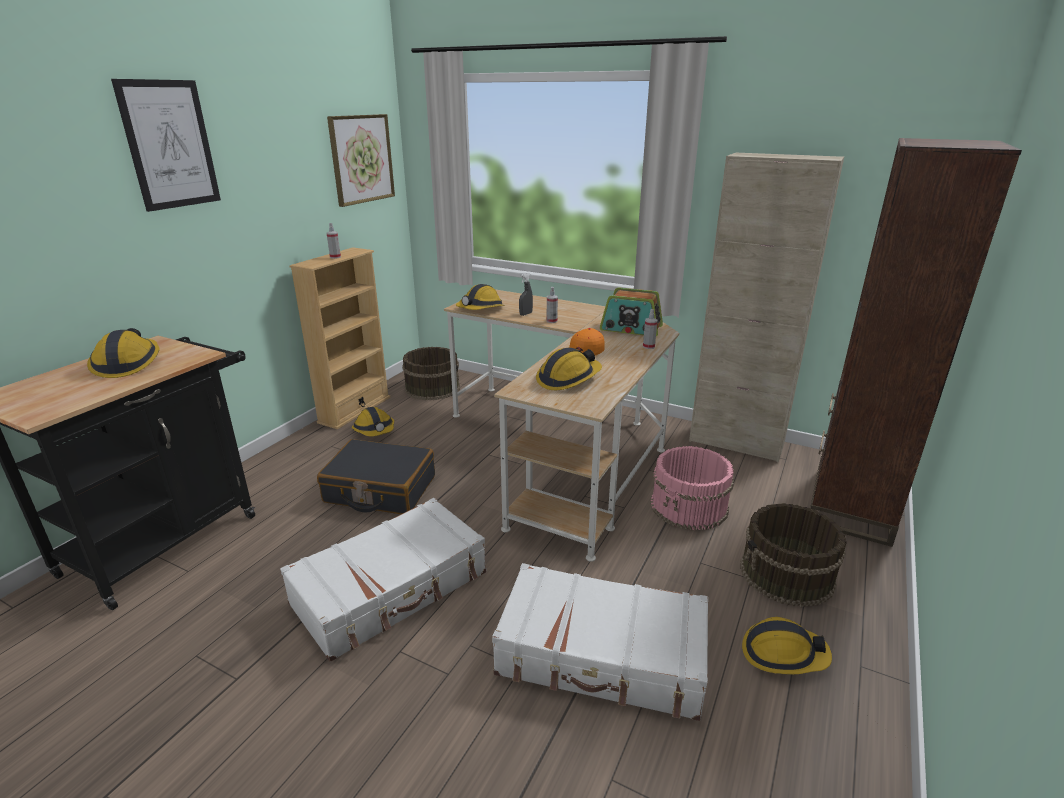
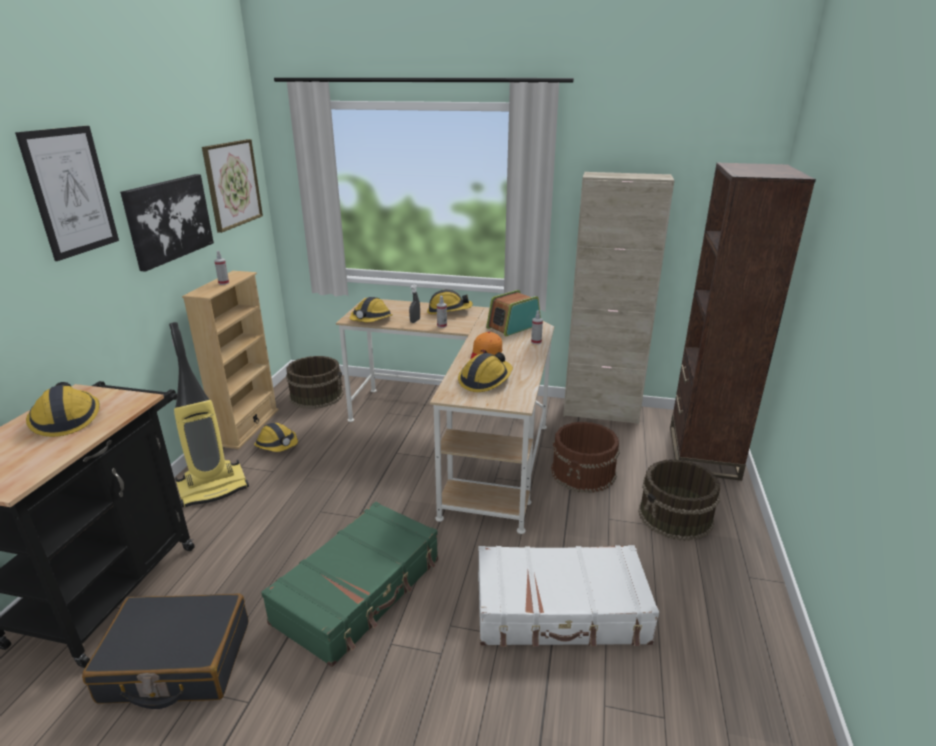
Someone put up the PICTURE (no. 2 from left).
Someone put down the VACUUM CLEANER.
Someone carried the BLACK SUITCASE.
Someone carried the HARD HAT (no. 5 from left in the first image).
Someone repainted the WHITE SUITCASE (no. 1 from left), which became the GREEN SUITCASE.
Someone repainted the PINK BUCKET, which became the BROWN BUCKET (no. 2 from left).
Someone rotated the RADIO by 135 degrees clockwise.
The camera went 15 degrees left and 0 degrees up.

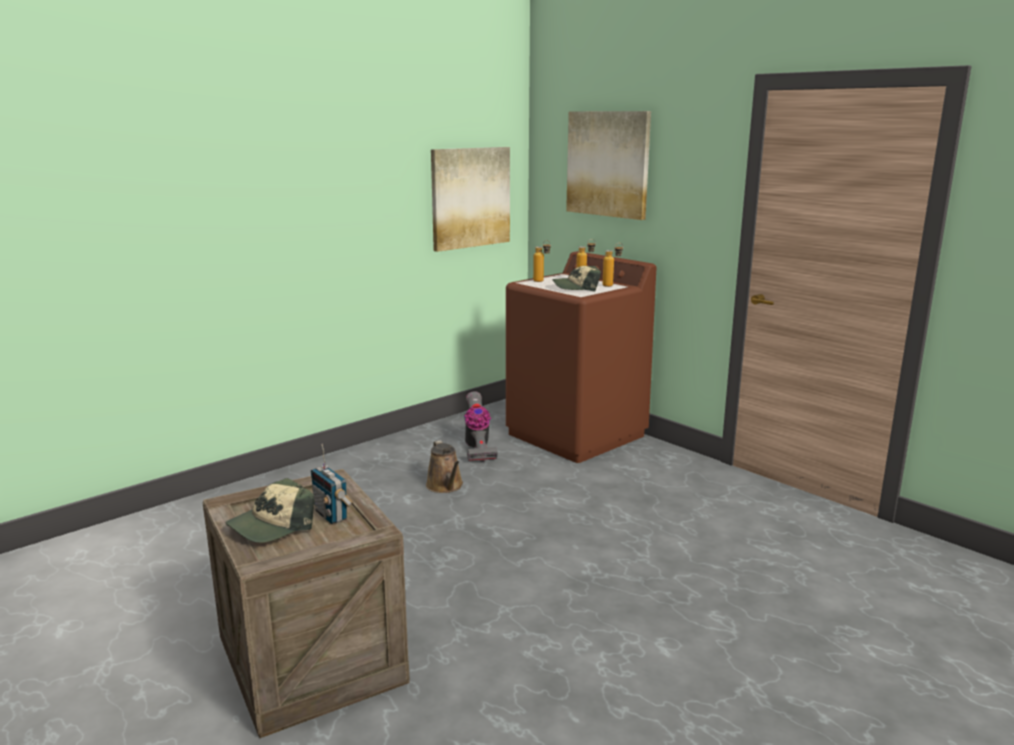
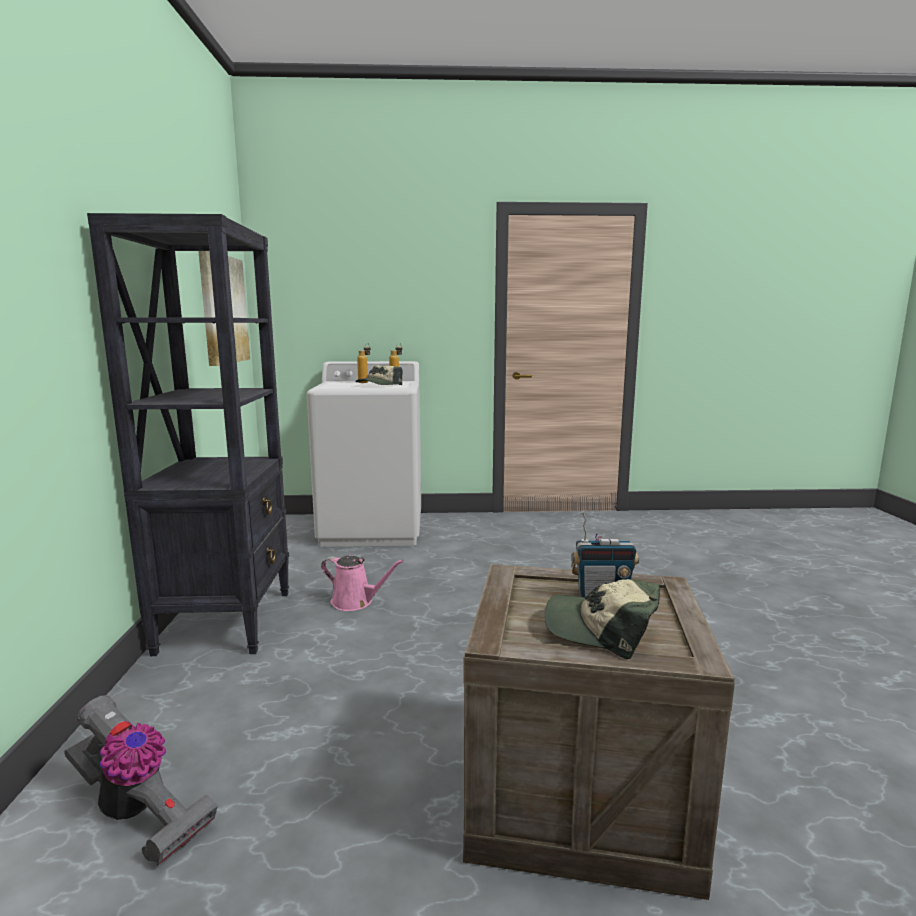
Someone took away the BOTTLE (no. 1 from left).
Someone took away the PICTURE (no. 2 from left).
Someone put down the BLACK BOOKCASE.
Someone carried the VACUUM CLEANER.
Someone repainted the BROWN WATERING CAN, which became the PINK WATERING CAN.
Someone repainted the BROWN WASHING MACHINE, which became the WHITE WASHING MACHINE.
Someone rotated the CAP (no. 1 from left in the first image) by 120 degrees clockwise.
The camera went 50 degrees left and 5 degrees down.

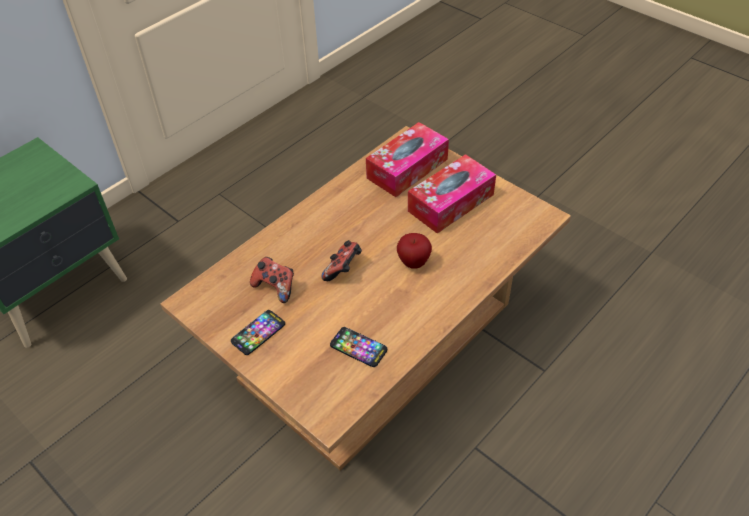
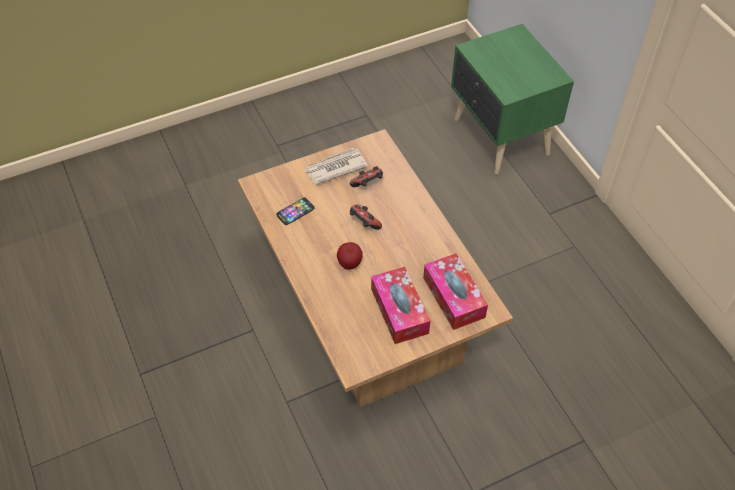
Someone swapped the PHONE (no. 1 from left) for the NEWSPAPER.
The camera went 110 degrees right and 5 degrees up.

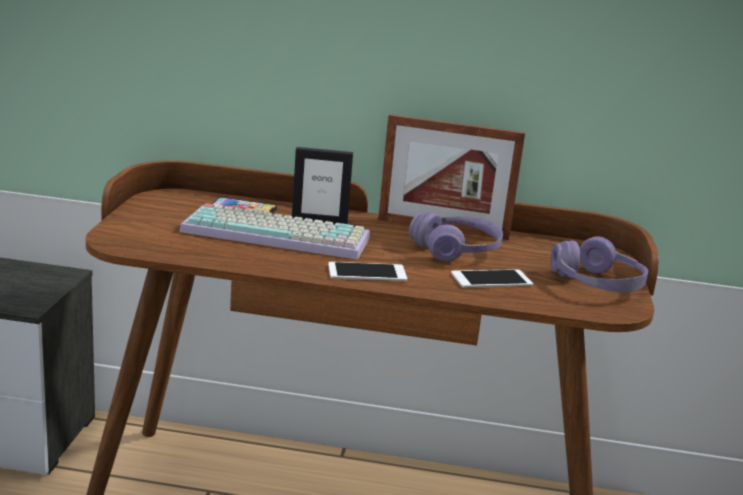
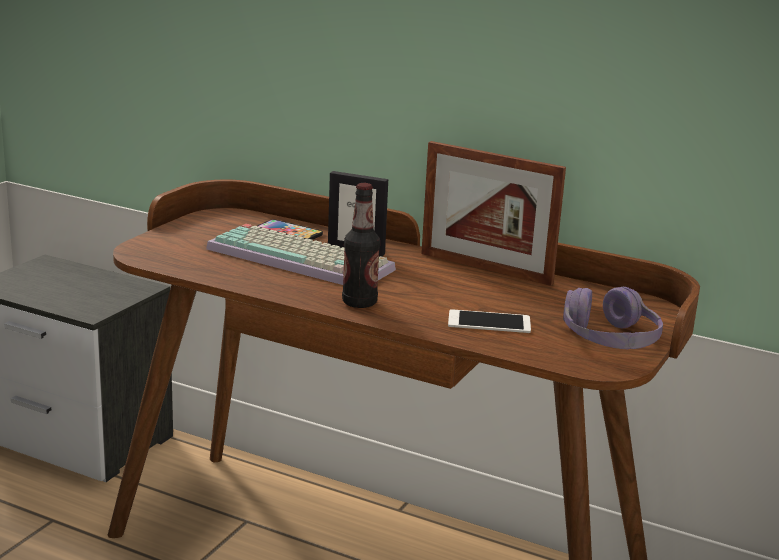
Someone took away the PURPLE HEADPHONES (no. 1 from left).
Someone swapped the PHONE (no. 2 from left) for the BOTTLE.
The camera went 20 degrees right and 0 degrees up.

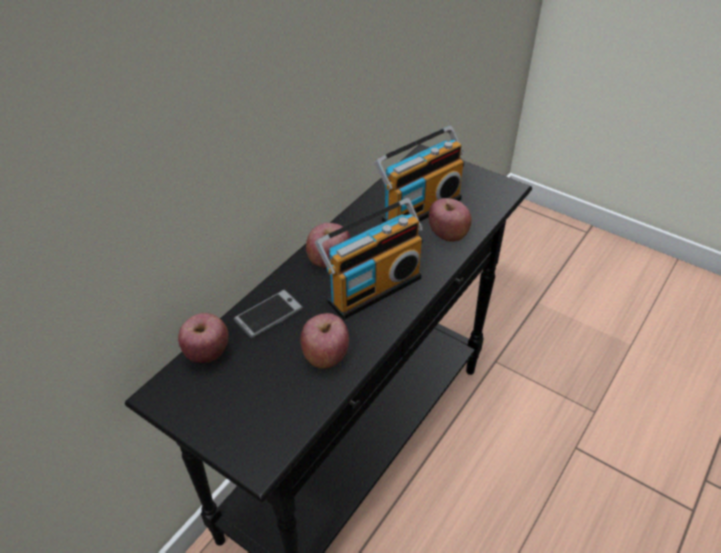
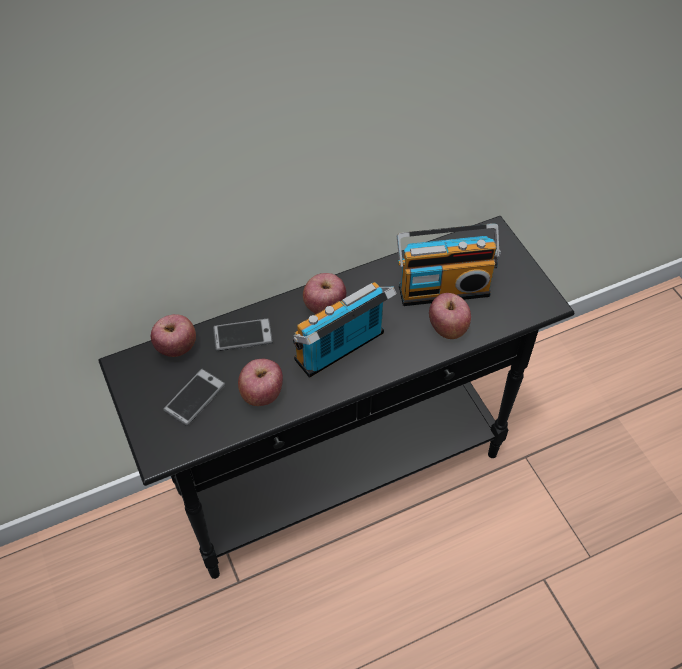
Someone put down the PHONE (no. 1 from left).
Someone rotated the RADIO (no. 1 from left) by 150 degrees clockwise.
The camera went 30 degrees right and 10 degrees up.

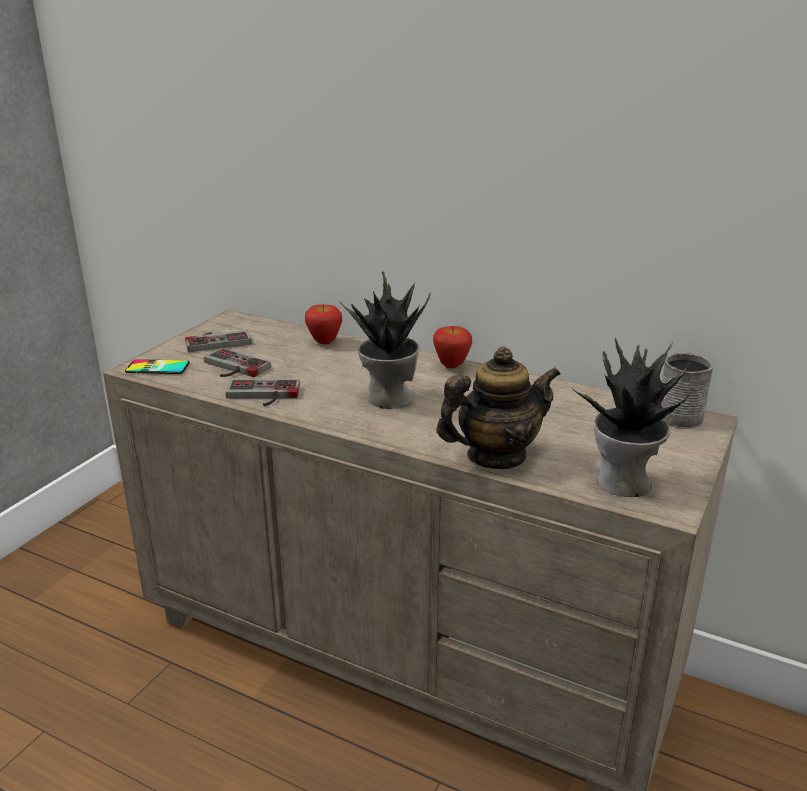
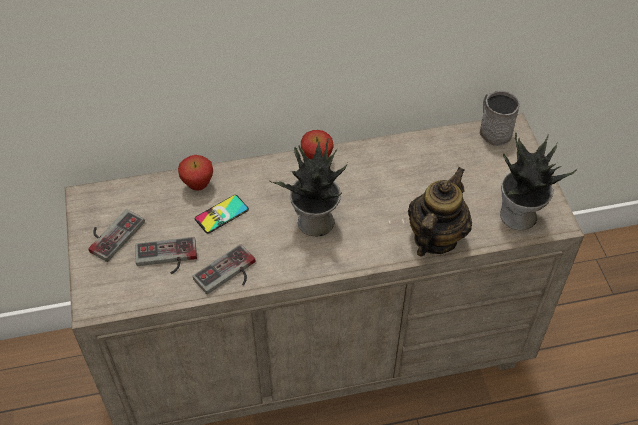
Someone carried the PHONE.
The camera went 40 degrees left and 25 degrees up.

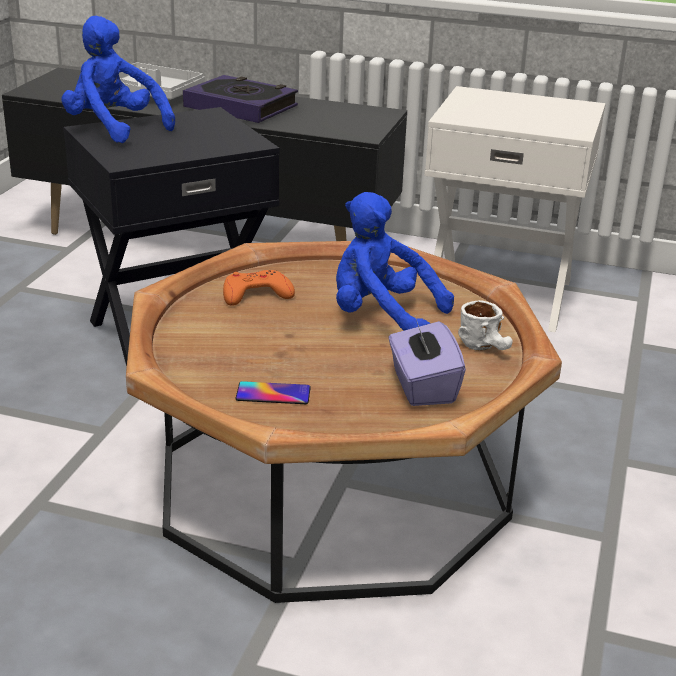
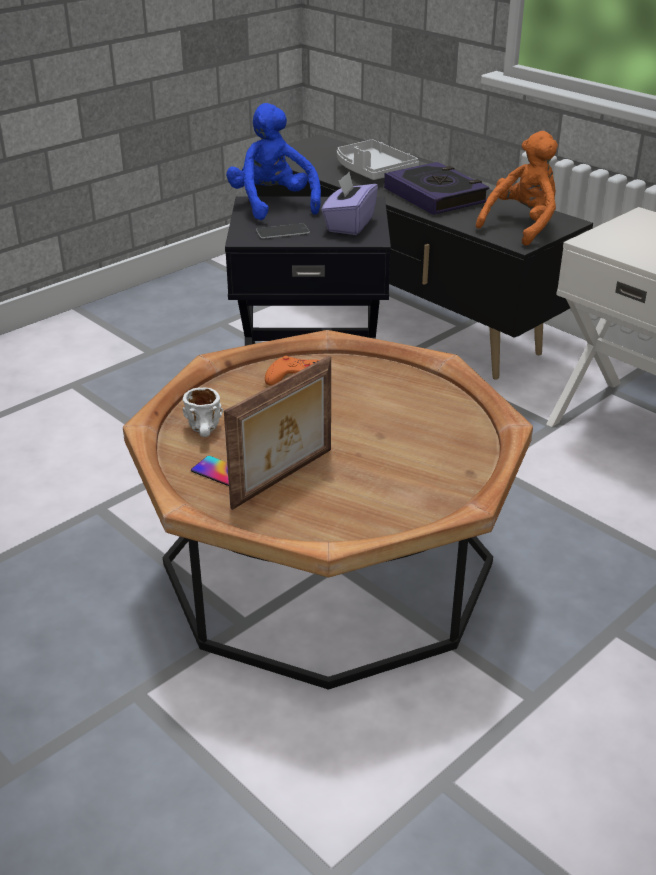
Someone took away the BLUE PLUSH TOY (no. 2 from left).
Someone put down the PICTURE FRAME.
Someone put down the PHONE (no. 2 from left).
Someone put down the ORANGE PLUSH TOY.
Someone carried the PURPLE TISSUE BOX.
Someone carried the WHITE MUG.
The camera went 30 degrees right and 5 degrees up.

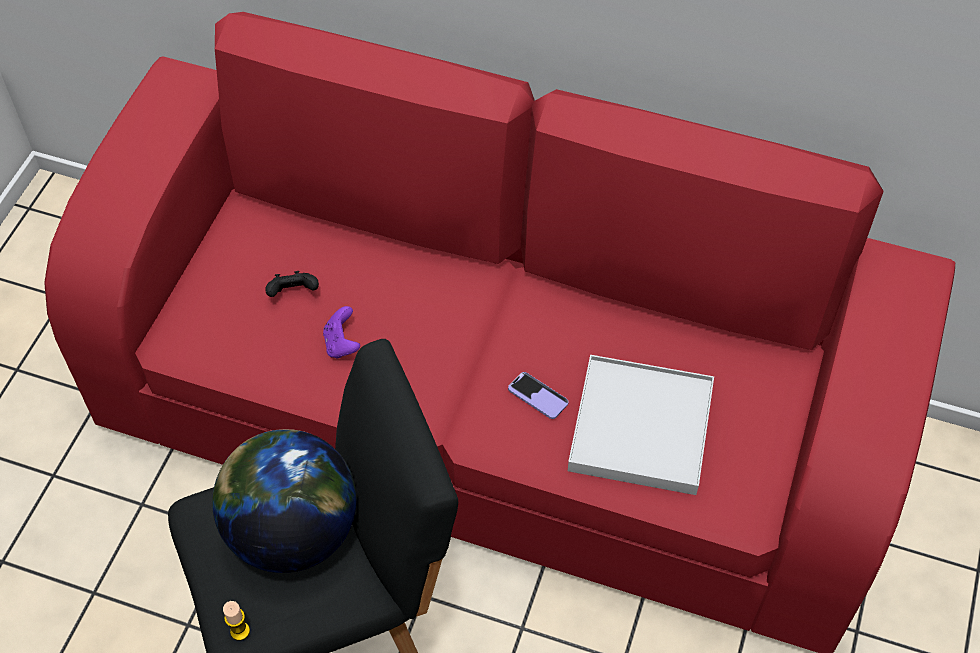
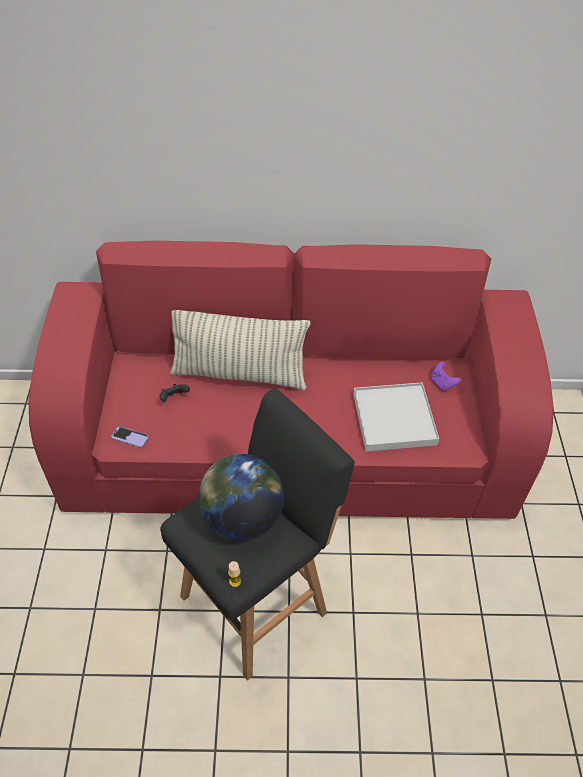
Someone put down the PILLOW.
Someone carried the PURPLE GAME CONTROLLER.
Someone carried the PHONE.
The camera went 20 degrees left and 5 degrees down.

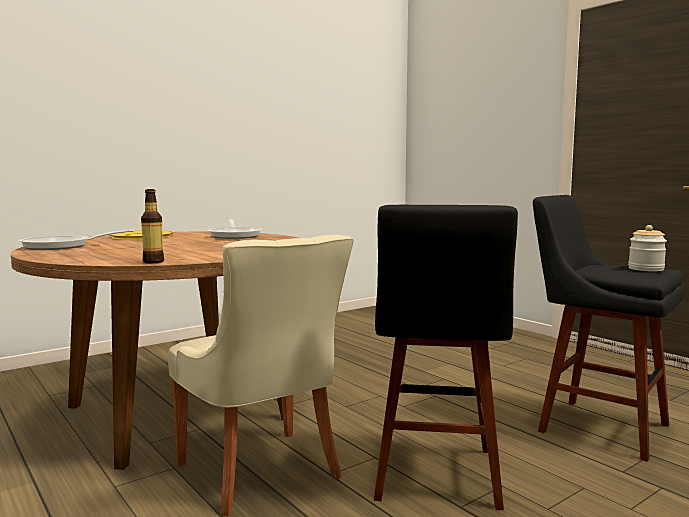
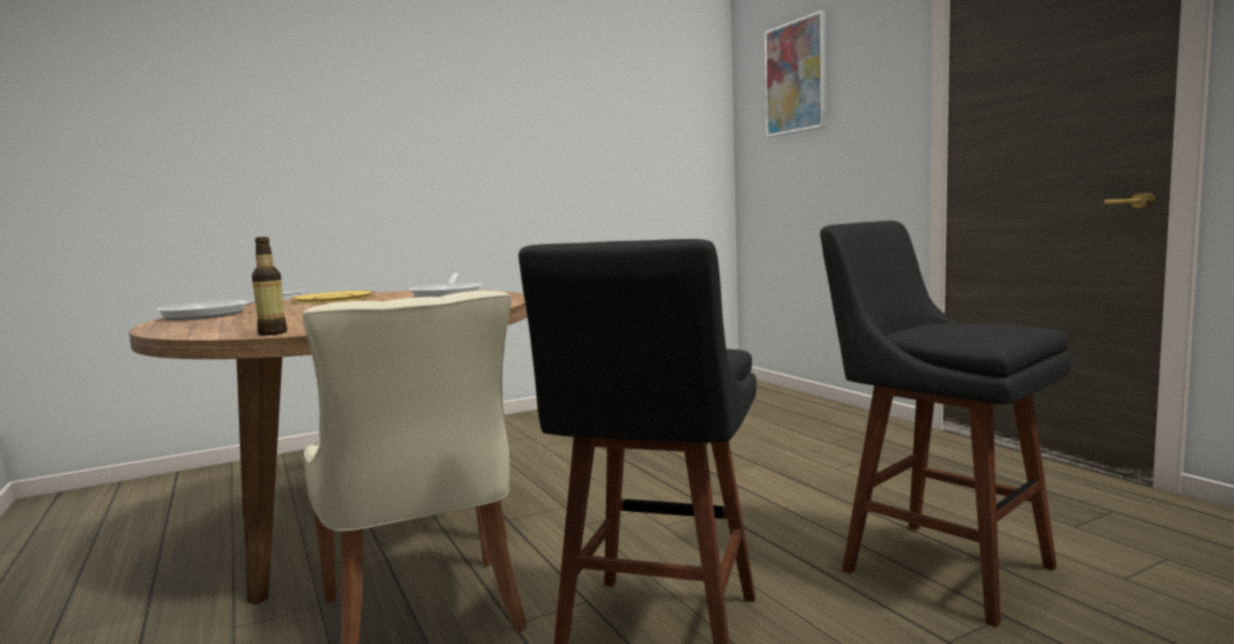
Someone took away the JAR.
Someone put up the PICTURE.
The camera went 10 degrees right and 0 degrees up.

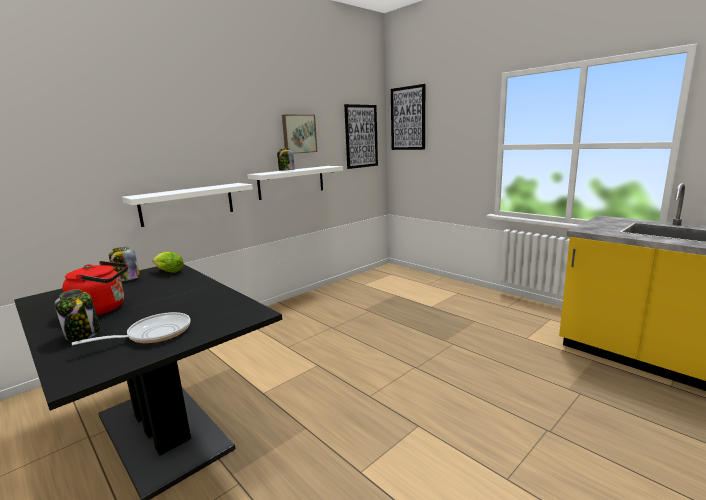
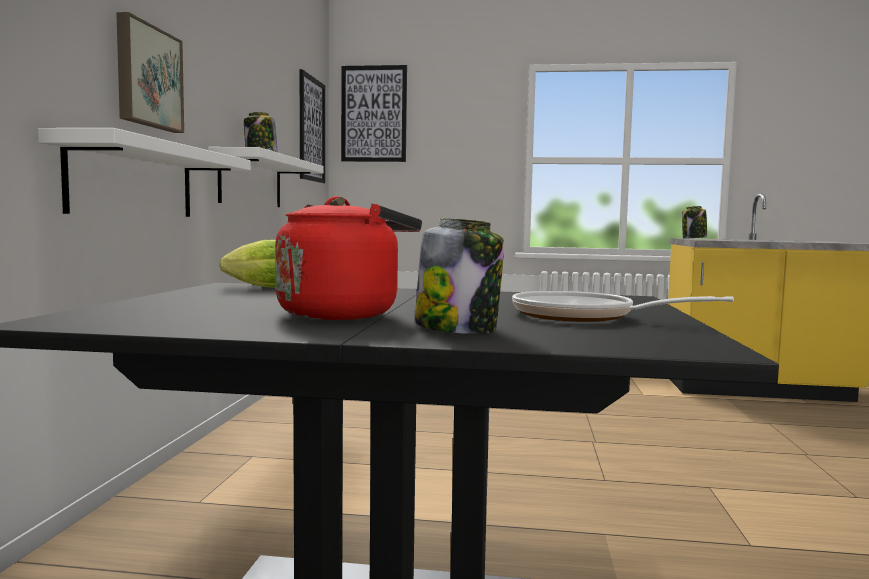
Someone carried the JAR (no. 2 from left in the first image).
Someone carried the PICTURE (no. 1 from left).
Someone rotated the FRYING PAN by 75 degrees counterclockwise.
The camera went 40 degrees left and 10 degrees down.

